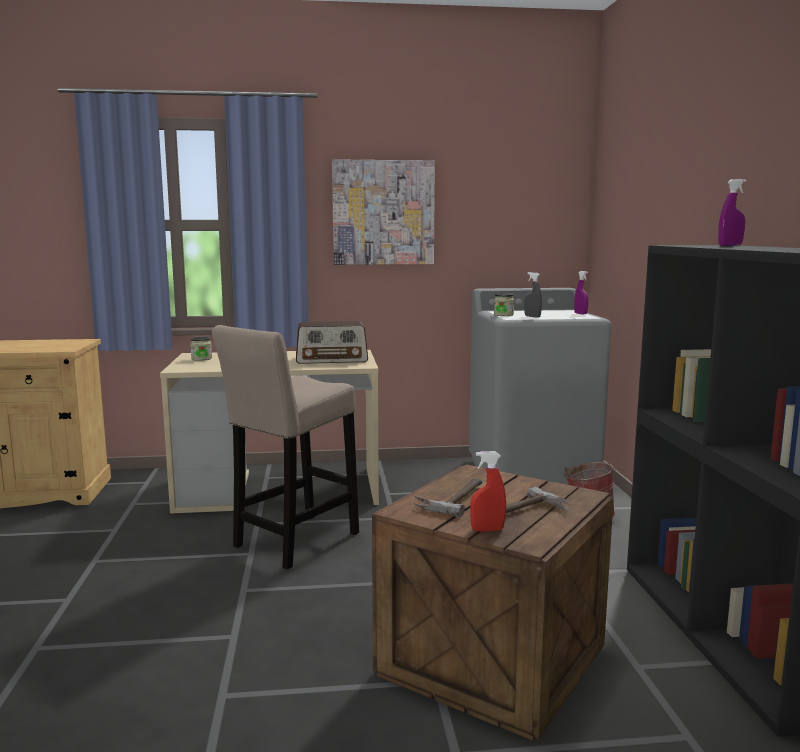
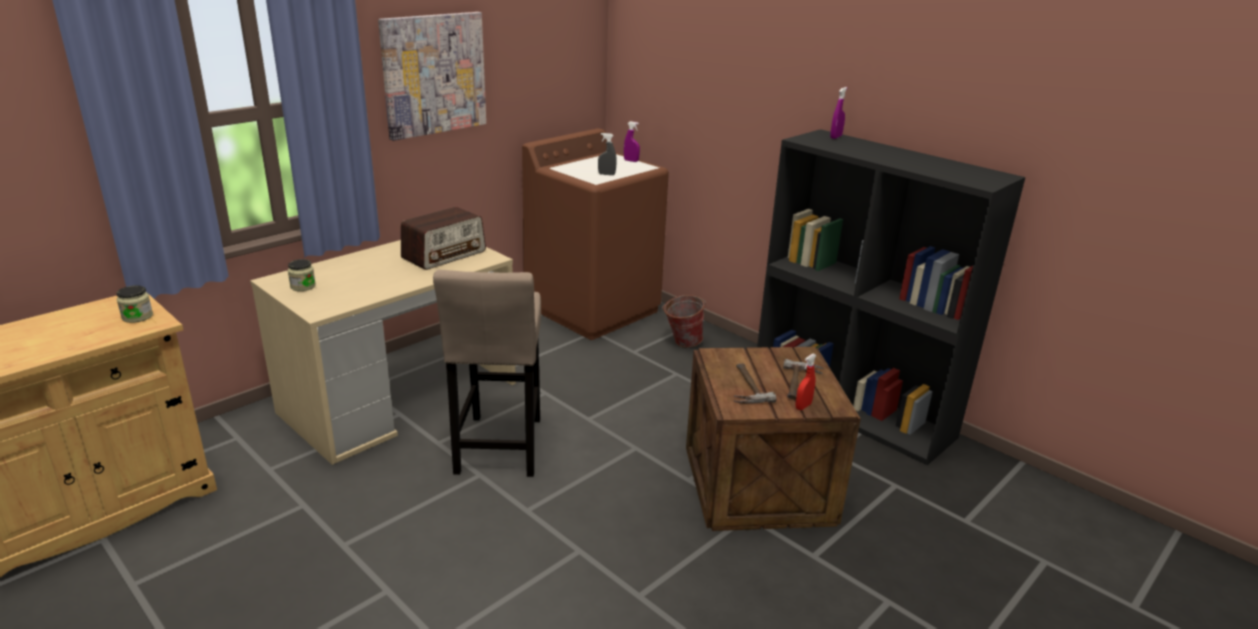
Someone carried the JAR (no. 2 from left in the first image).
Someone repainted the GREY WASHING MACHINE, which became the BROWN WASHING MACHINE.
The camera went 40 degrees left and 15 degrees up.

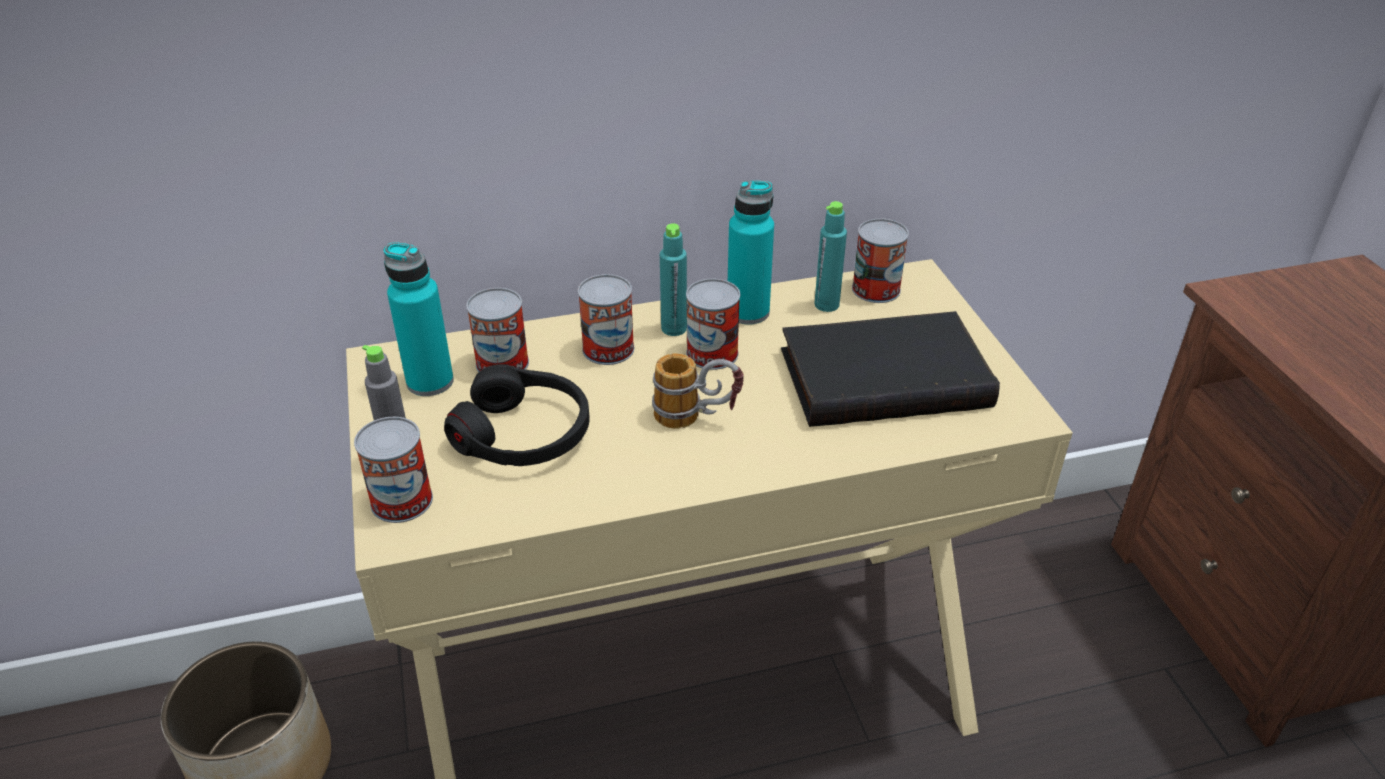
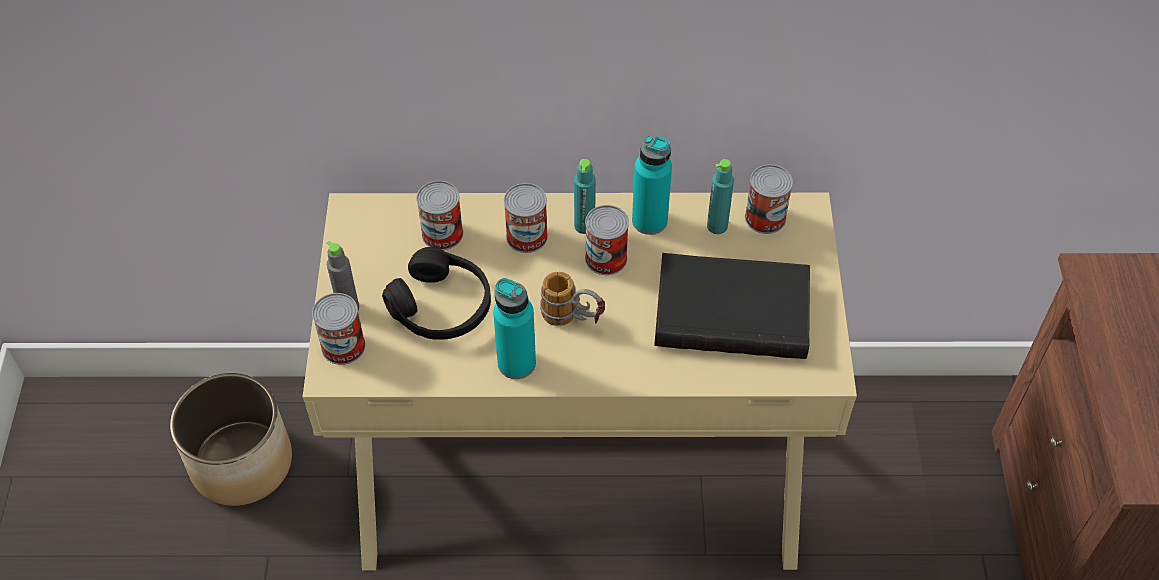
Someone carried the TURQUOISE BOTTLE (no. 1 from left).
The camera went 15 degrees right and 15 degrees up.

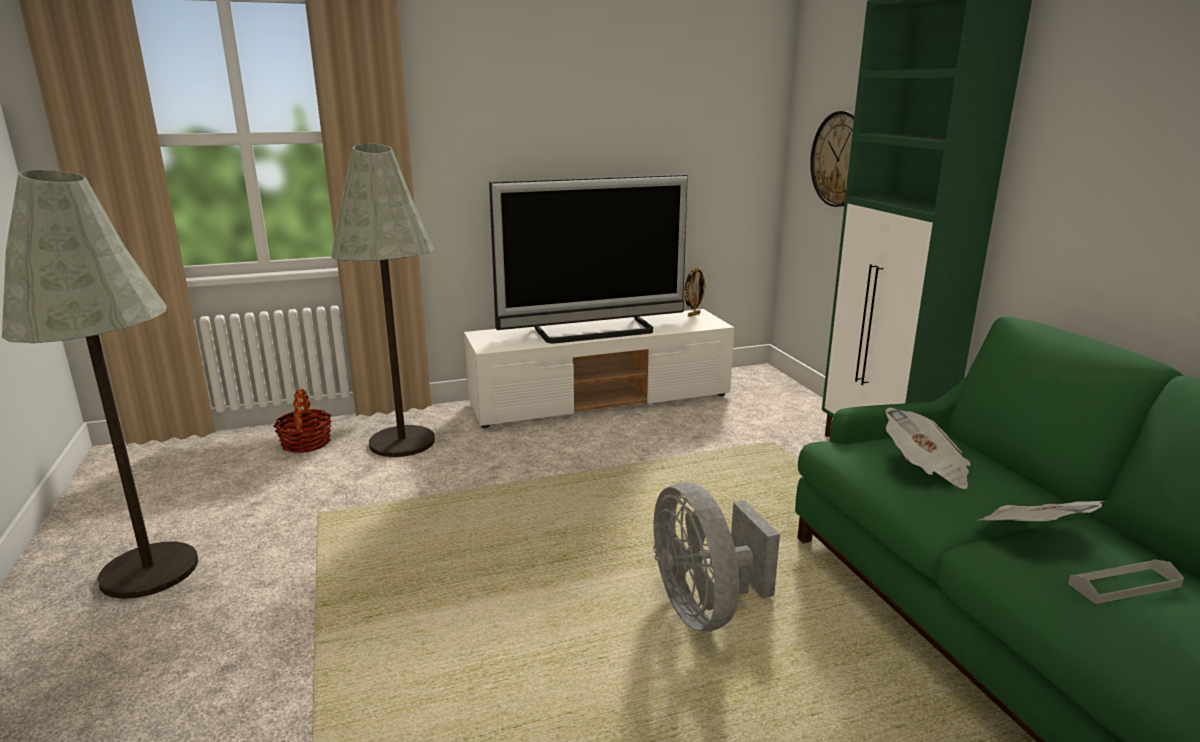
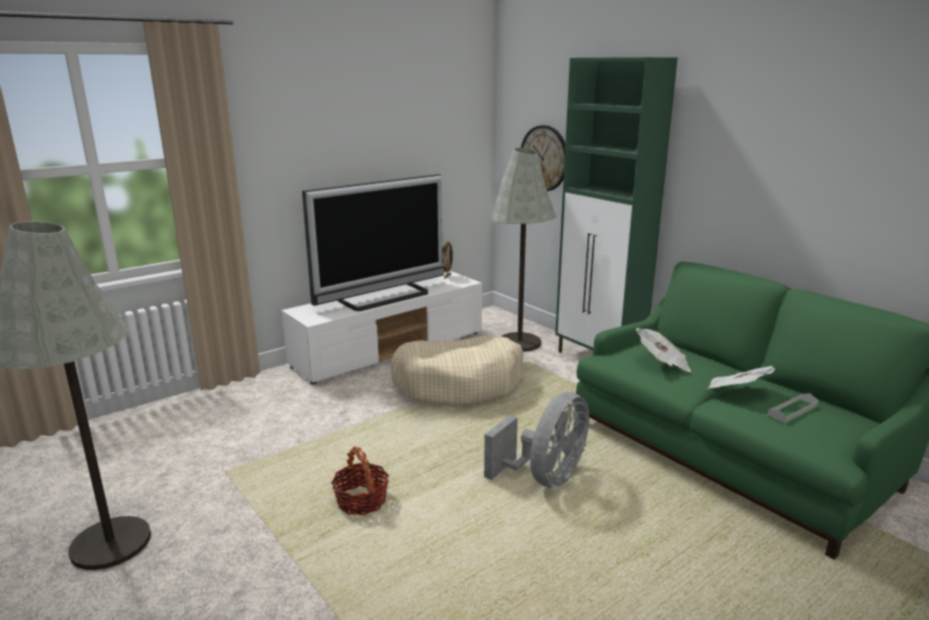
Someone put down the BEIGE DOG BED.
Someone carried the BASKET.
Someone carried the GREY FLOOR LAMP (no. 2 from left).
Someone rotated the GREY FAN by 105 degrees counterclockwise.
The camera went 20 degrees left and 0 degrees up.

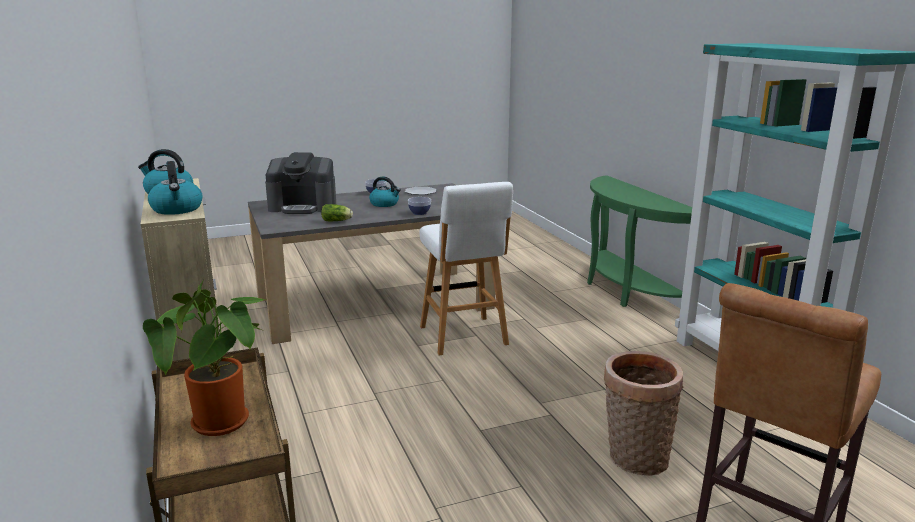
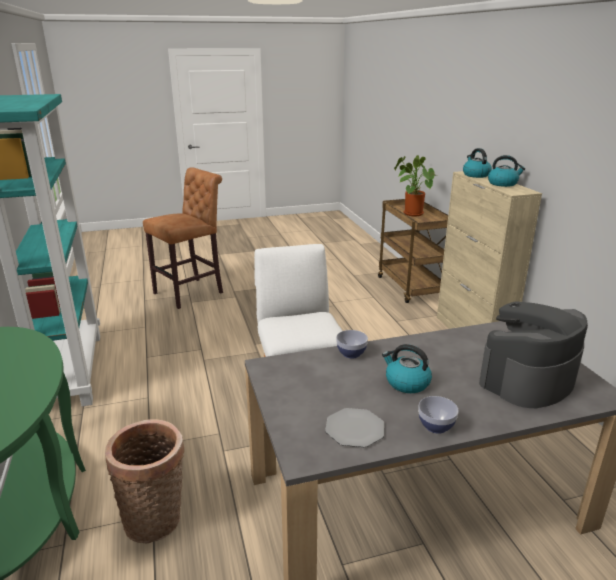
Someone took away the LETTUCE.
Someone carried the BASKET.
Someone rotated the COFFEE MACHINE by 45 degrees counterclockwise.
The camera went 175 degrees left and 5 degrees up.

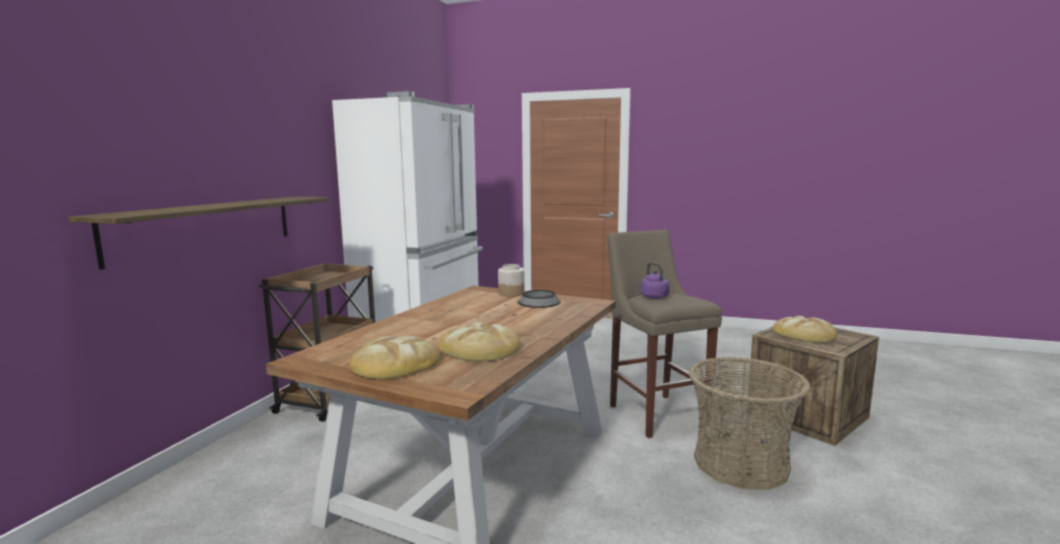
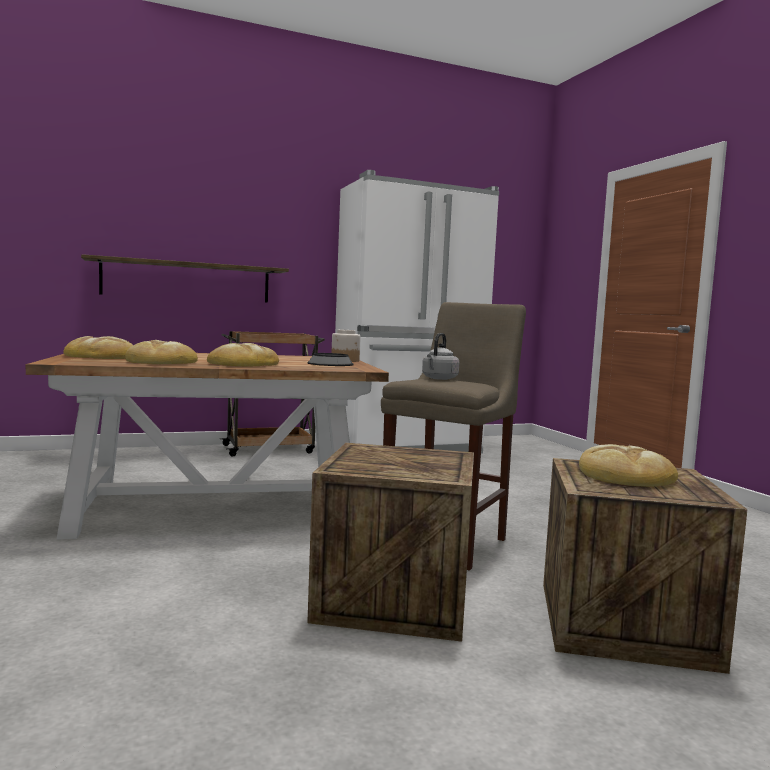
Someone put down the BREAD (no. 3 from left).
Someone swapped the BASKET for the CRATE (no. 1 from left).
Someone repainted the PURPLE KETTLE, which became the GREY KETTLE.
The camera went 50 degrees right and 5 degrees down.

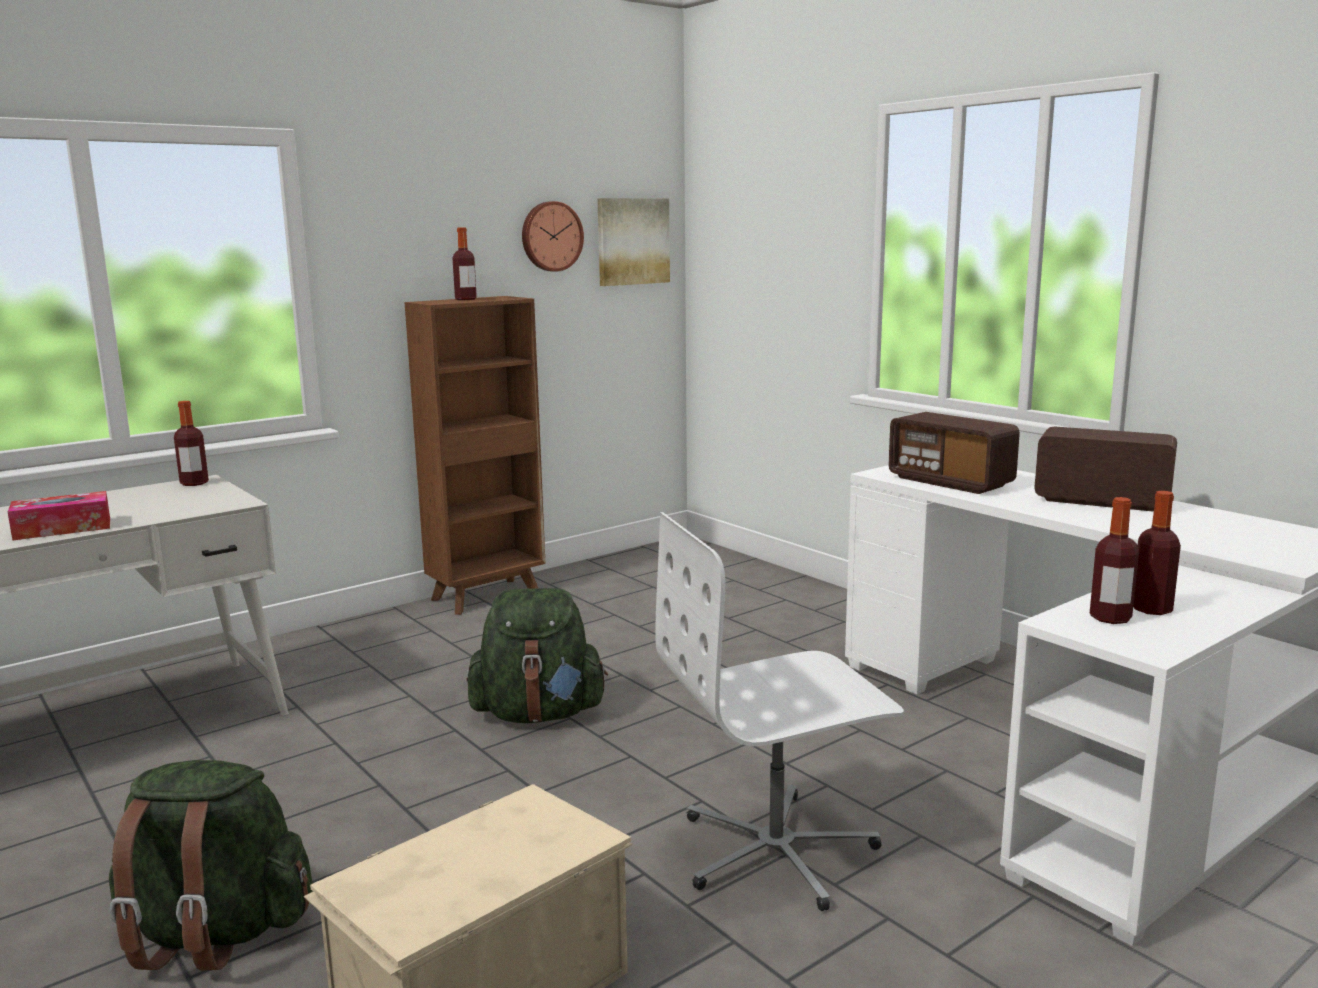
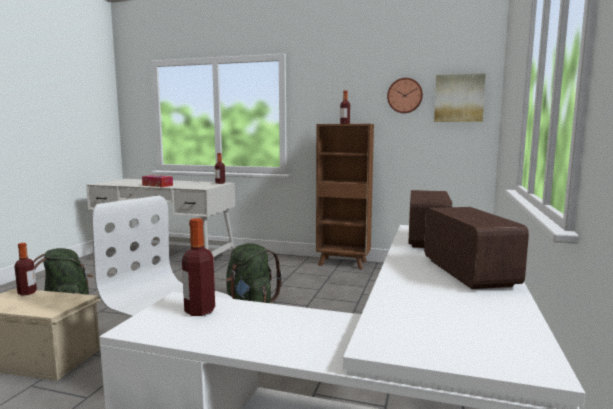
Someone carried the BOTTLE (no. 4 from left in the first image).
The camera went 55 degrees right and 5 degrees down.

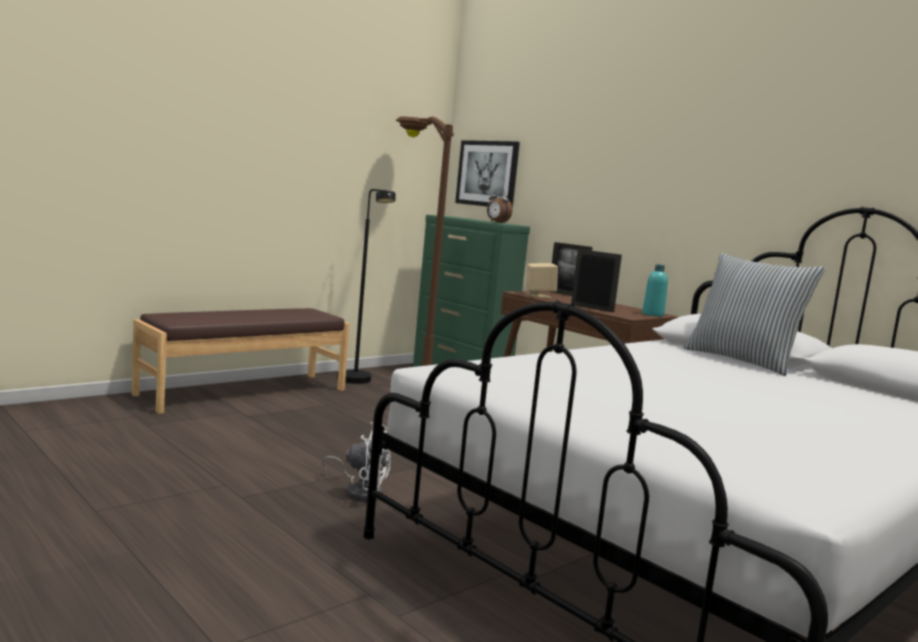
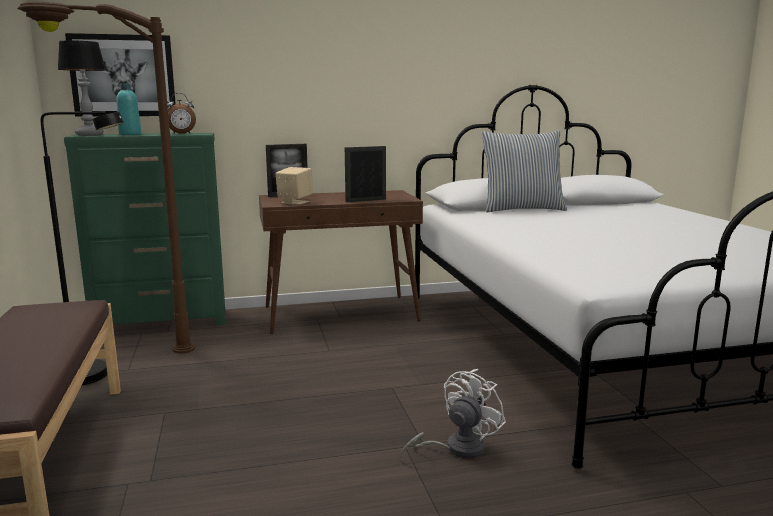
Someone put down the TABLE LAMP.
Someone carried the TURQUOISE BOTTLE.
The camera went 60 degrees left and 5 degrees up.

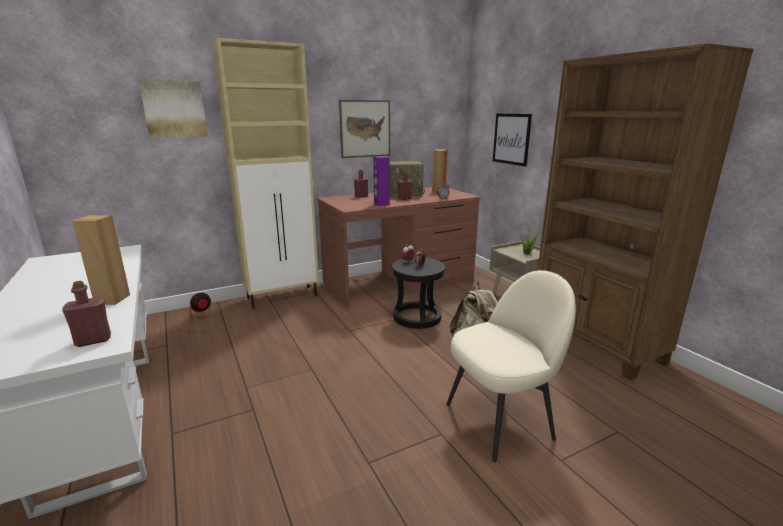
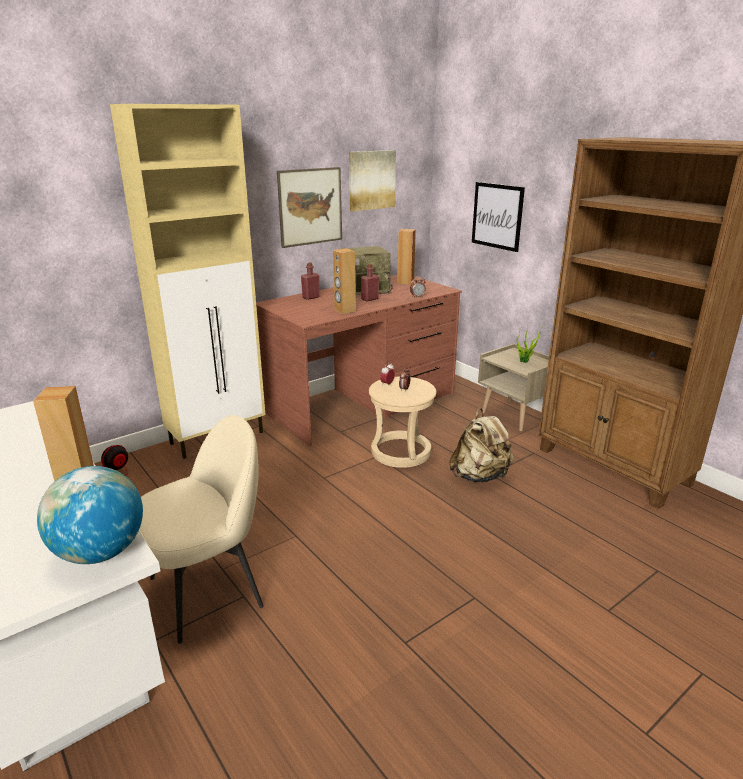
Someone carried the PICTURE (no. 1 from left in the first image).
Someone carried the BEIGE CHAIR.
Someone swapped the RED BOTTLE (no. 1 from left) for the GLOBE.
Someone repainted the PURPLE SPEAKER, which became the BROWN SPEAKER (no. 2 from left).
Someone repainted the BLACK STOOL, which became the BEIGE STOOL.
The camera went 10 degrees left and 5 degrees up.

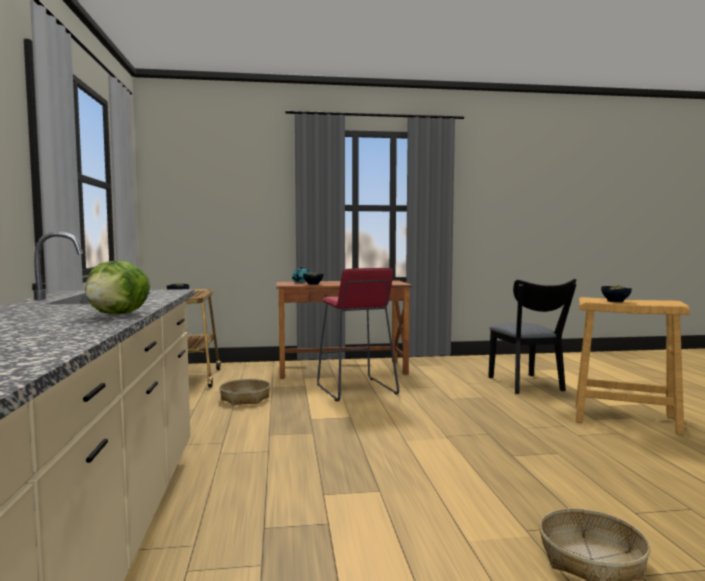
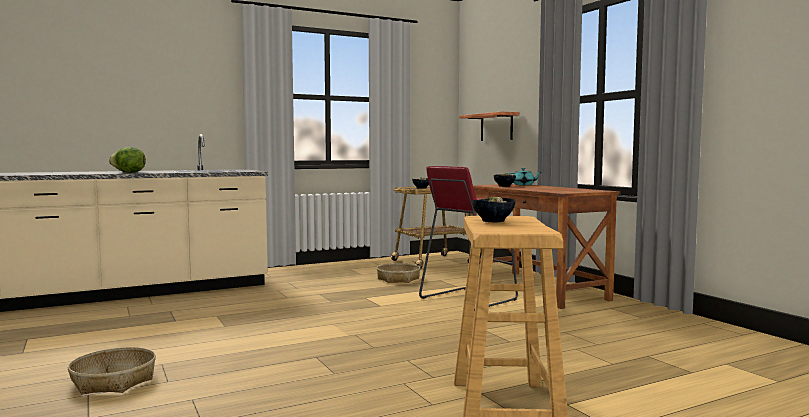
Someone took away the BLACK CHAIR.
Someone put up the SHELF.
The camera went 70 degrees right and 0 degrees up.

